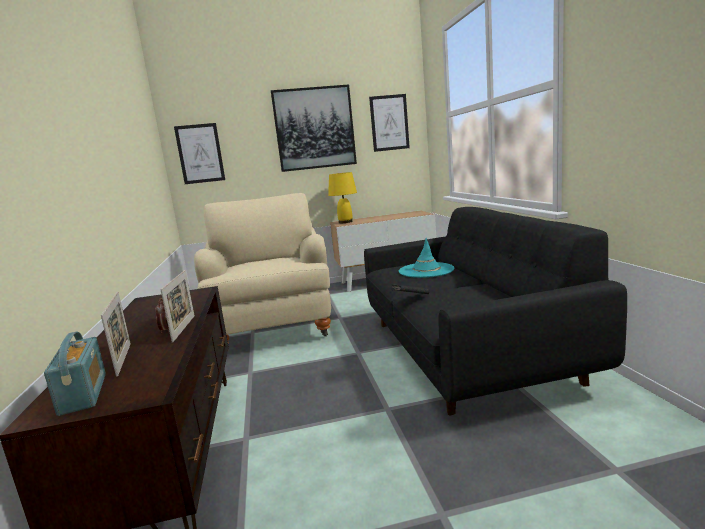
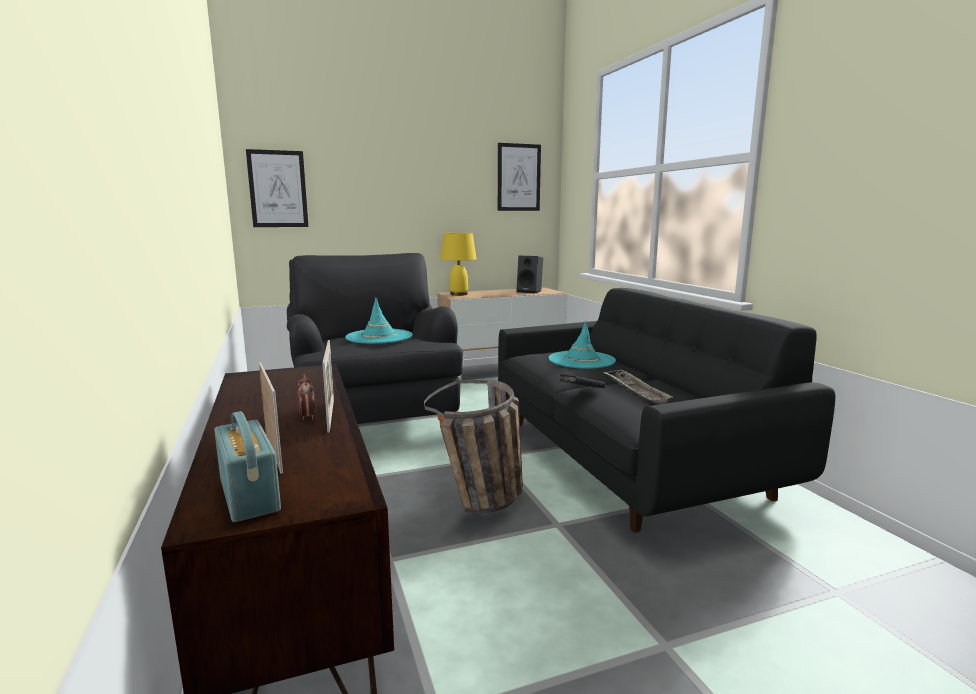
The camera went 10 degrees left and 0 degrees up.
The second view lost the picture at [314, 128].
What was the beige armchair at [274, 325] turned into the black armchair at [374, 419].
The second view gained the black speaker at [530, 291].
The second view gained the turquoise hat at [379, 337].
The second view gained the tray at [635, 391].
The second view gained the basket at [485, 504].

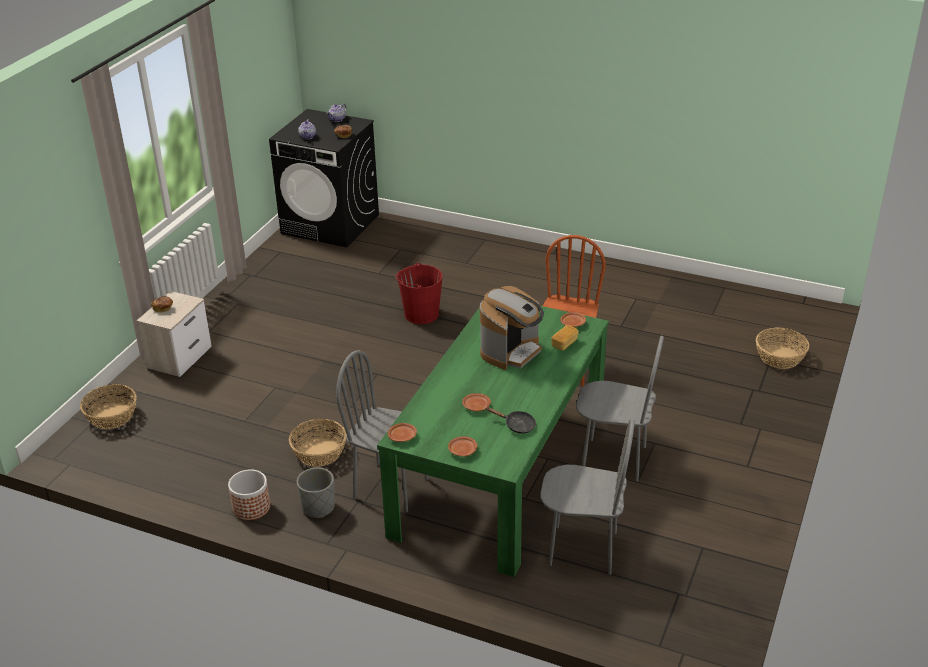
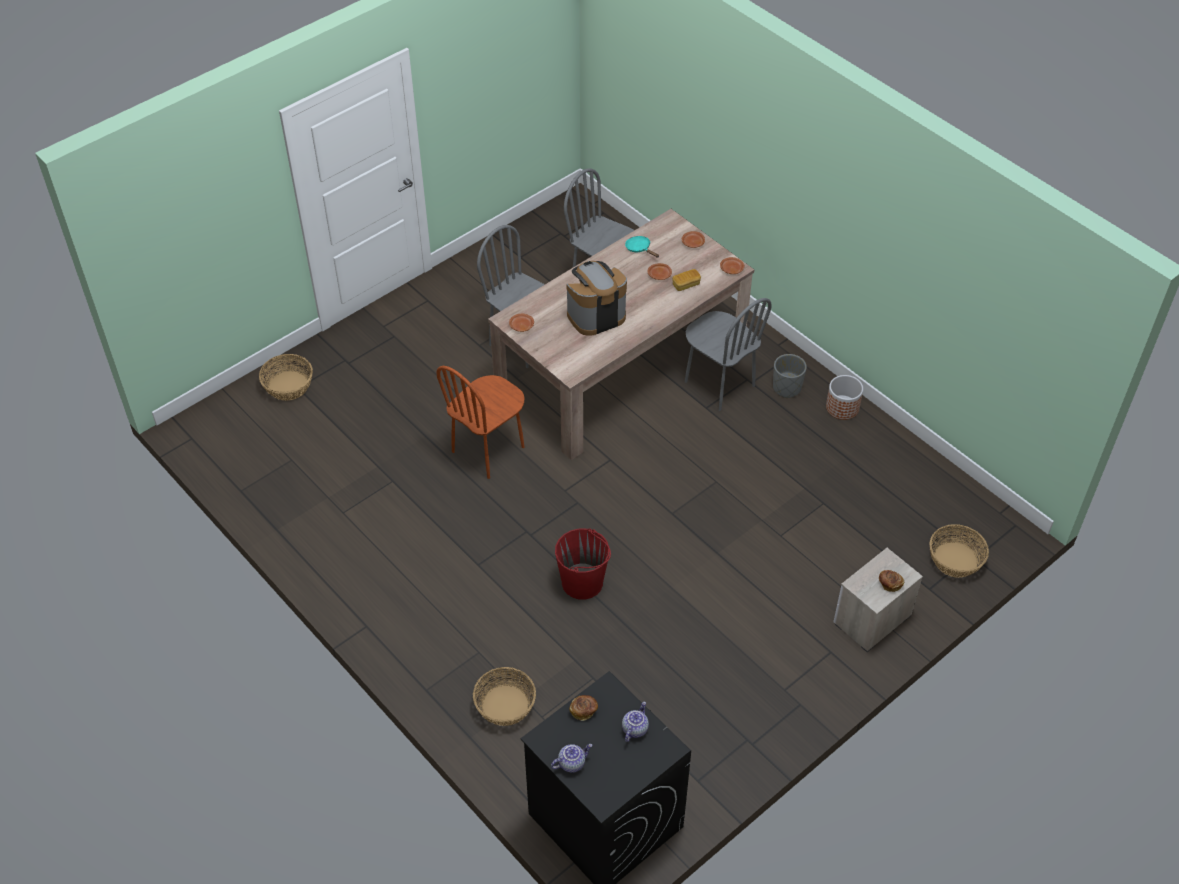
The camera went 155 degrees left and 15 degrees up.
What was the green dining table at [500, 470] turned into the beige dining table at [621, 367].
The bread ended up elsewhere, having gone from [564, 343] to [686, 284].
What was the black frying pan at [516, 425] turned into the turquoise frying pan at [639, 249].
The basket ended up elsewhere, having gone from [319, 452] to [505, 705].

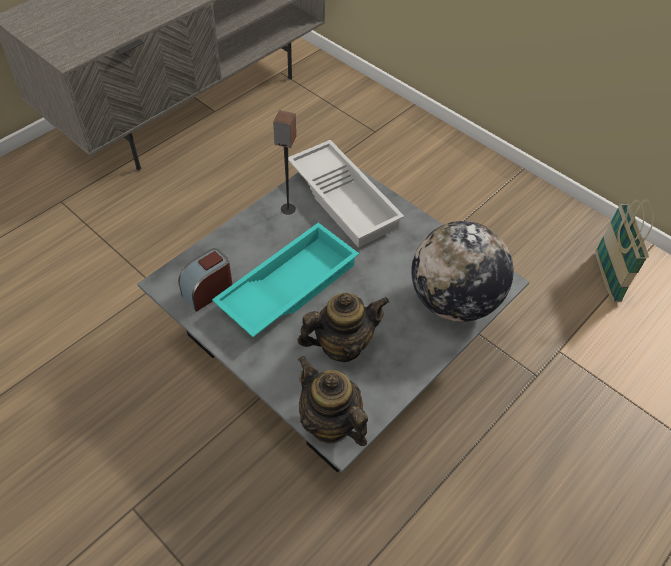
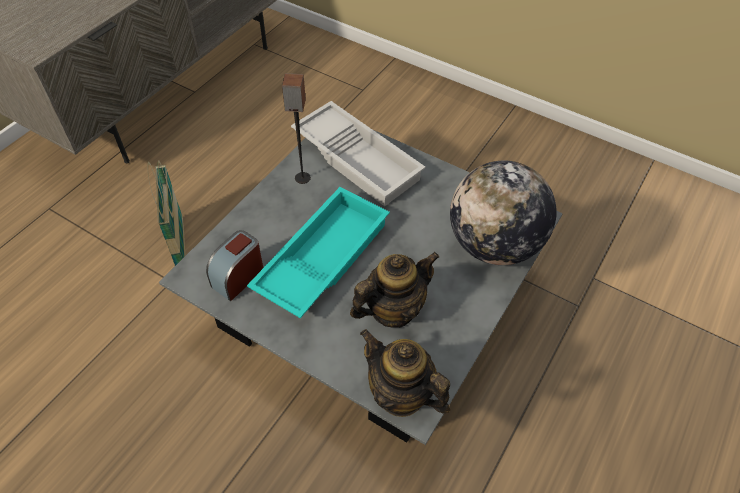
The camera went 10 degrees left and 0 degrees up.
The basket ended up elsewhere, having gone from [606, 277] to [180, 244].

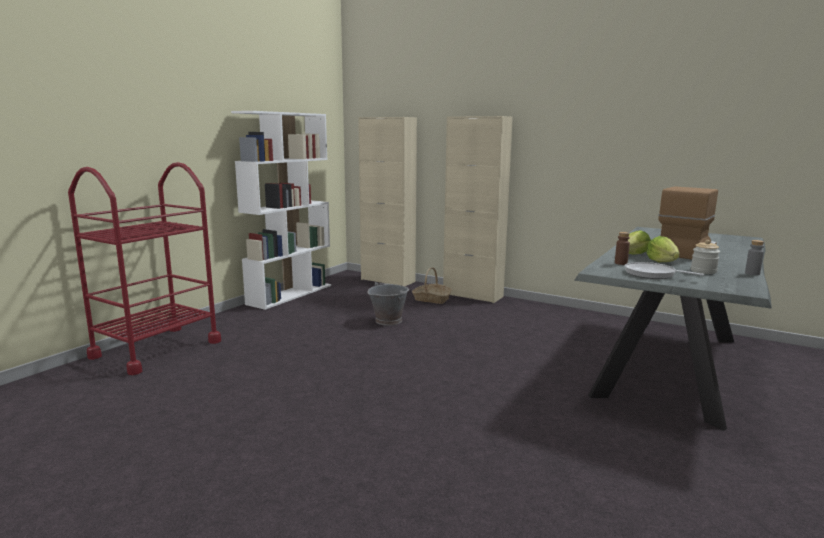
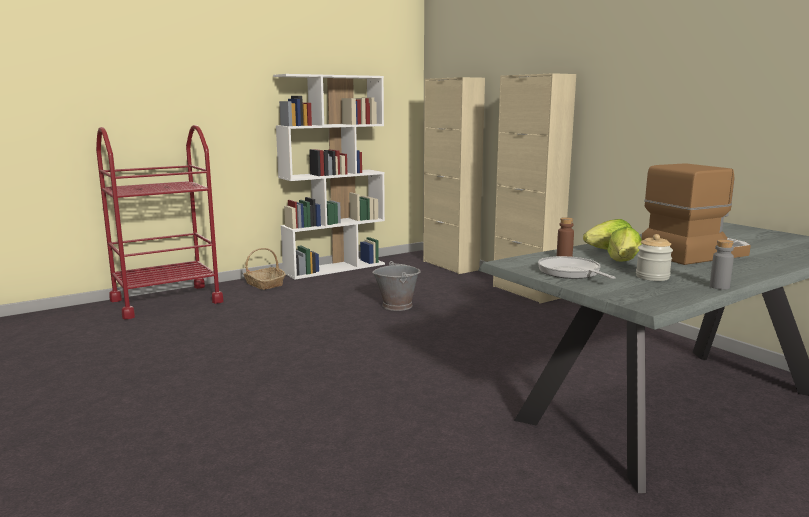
The camera went 25 degrees right and 0 degrees up.
The basket ended up elsewhere, having gone from [431, 299] to [264, 284].

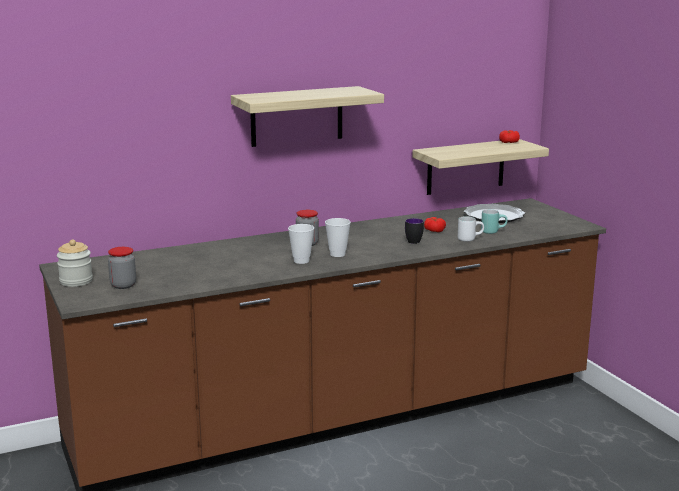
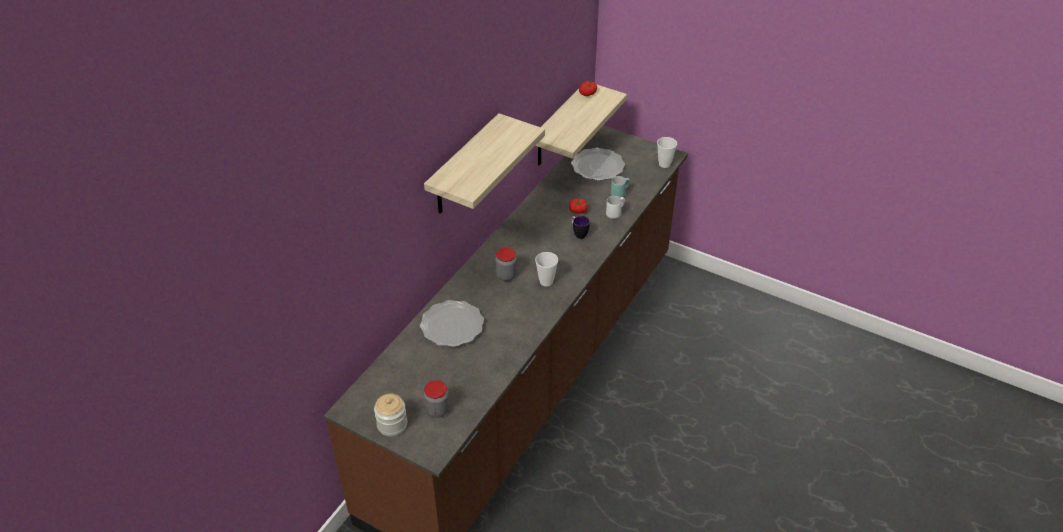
The camera went 35 degrees left and 25 degrees up.
The cup ended up elsewhere, having gone from [301, 261] to [664, 164].
The second view gained the plate at [452, 326].

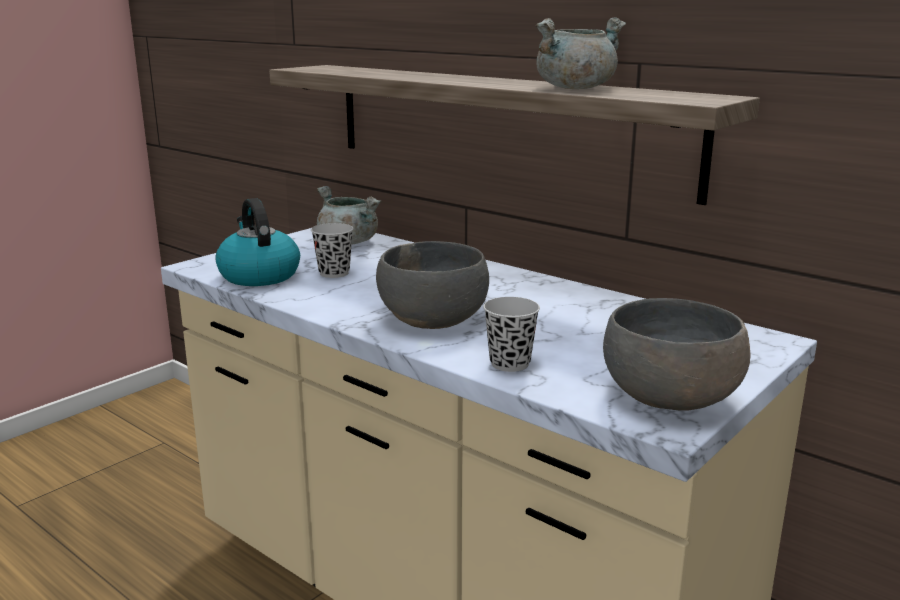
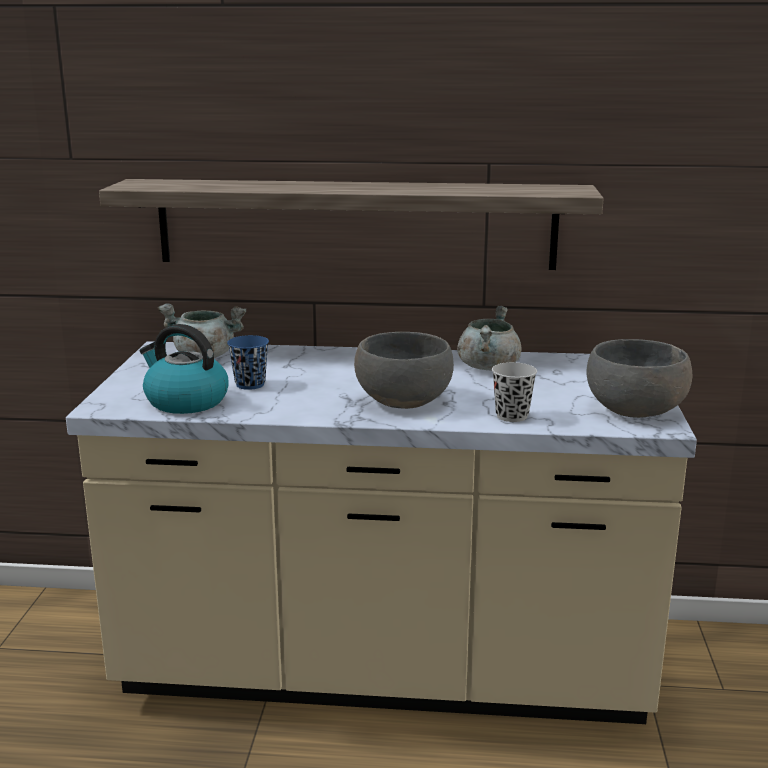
The camera went 35 degrees left and 0 degrees up.
The grey cooking pot ended up elsewhere, having gone from [575, 88] to [488, 367].
What was the black cup at [334, 273] turned into the blue cup at [250, 384].

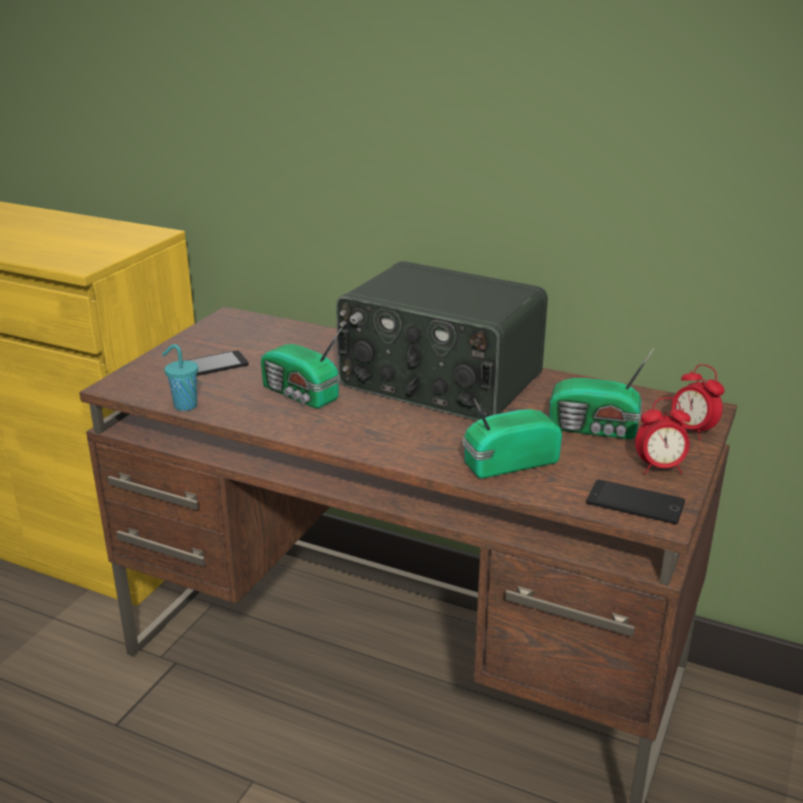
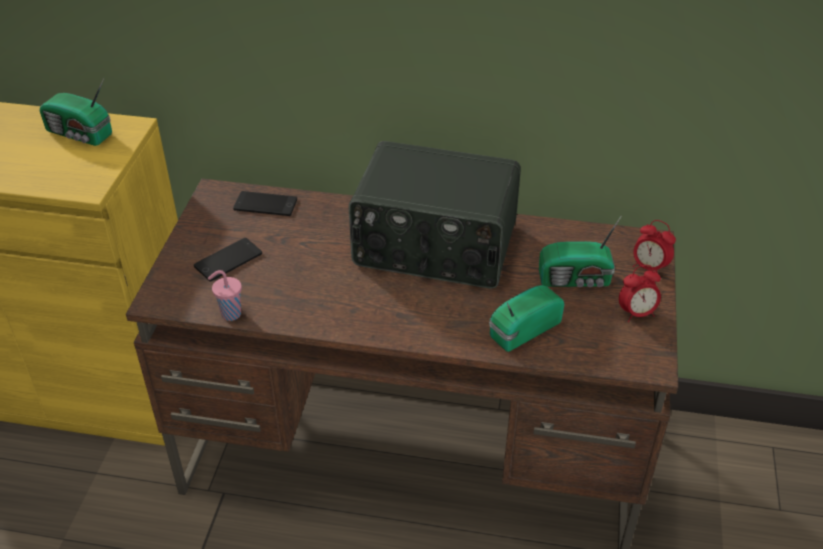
The camera went 15 degrees left and 15 degrees up.
The radio ended up elsewhere, having gone from [300, 395] to [80, 134].
What was the turquoise cup at [184, 405] turned into the pink cup at [230, 314].
The phone ended up elsewhere, having gone from [635, 503] to [265, 204].

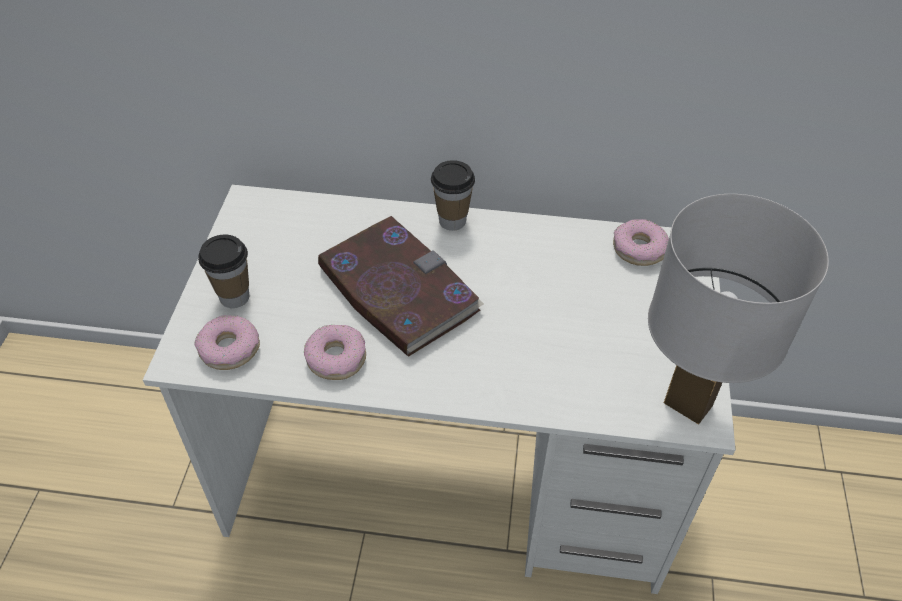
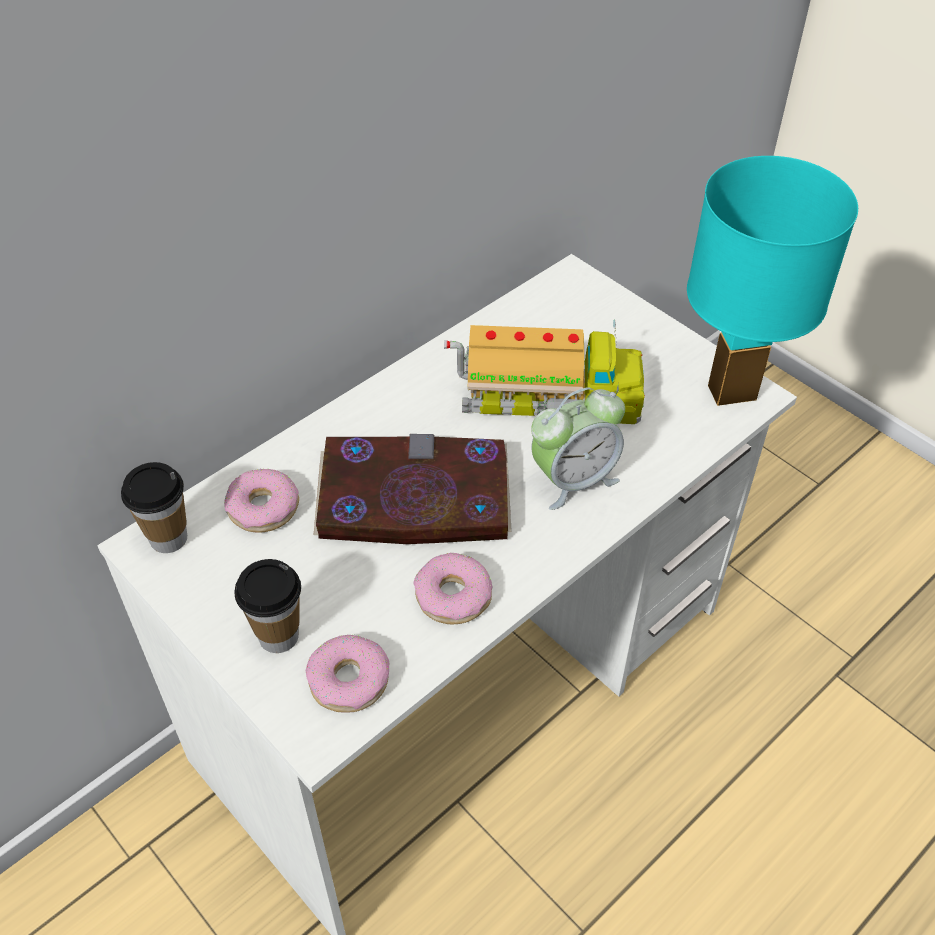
The camera went 50 degrees left and 0 degrees up.
The cup ended up elsewhere, having gone from [452, 221] to [168, 538].
What was the white table lamp at [686, 404] turned into the turquoise table lamp at [731, 393].
The donut ended up elsewhere, having gone from [639, 249] to [263, 508].
The second view gained the toy truck at [549, 395].
The second view gained the alarm clock at [573, 480].

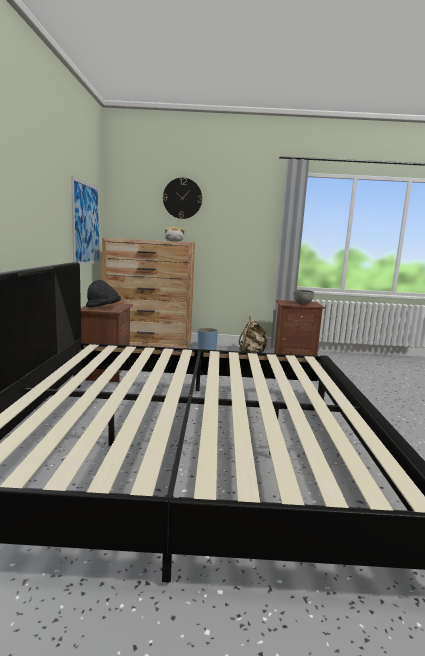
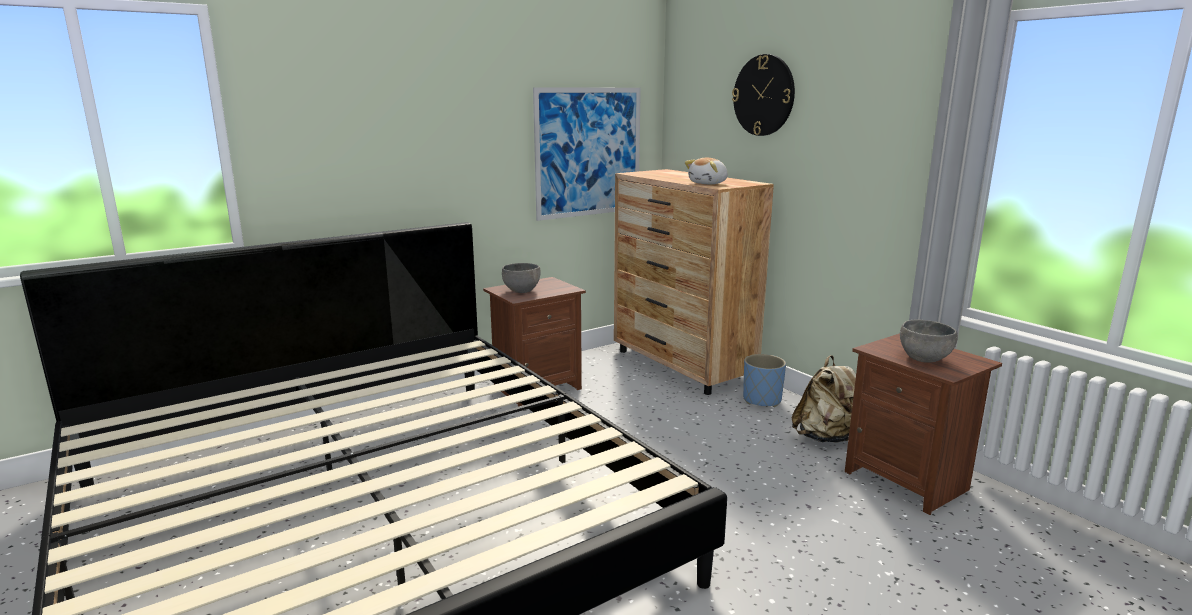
The camera went 55 degrees right and 5 degrees up.
Where the black hat stood at [103, 308], the grey bowl came to stand at [522, 291].

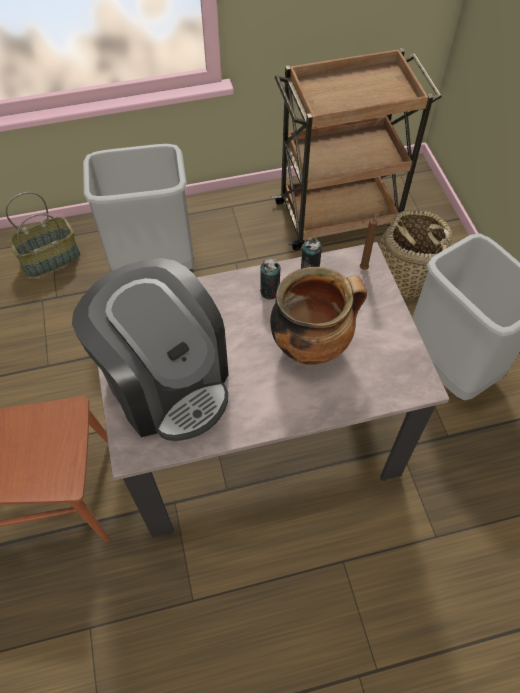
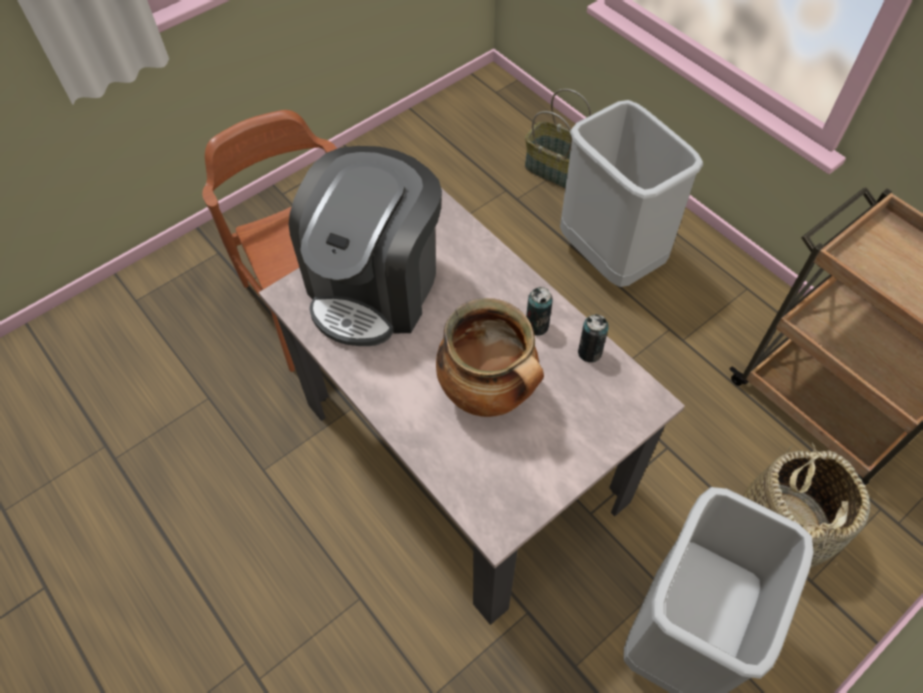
The camera went 65 degrees right and 0 degrees up.
The second view lost the brown candle at [364, 268].

